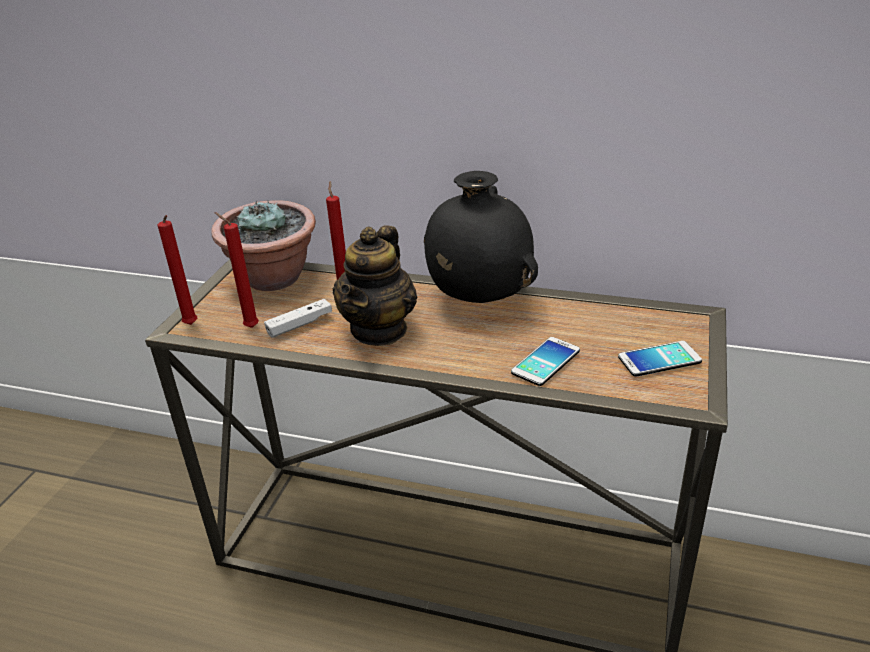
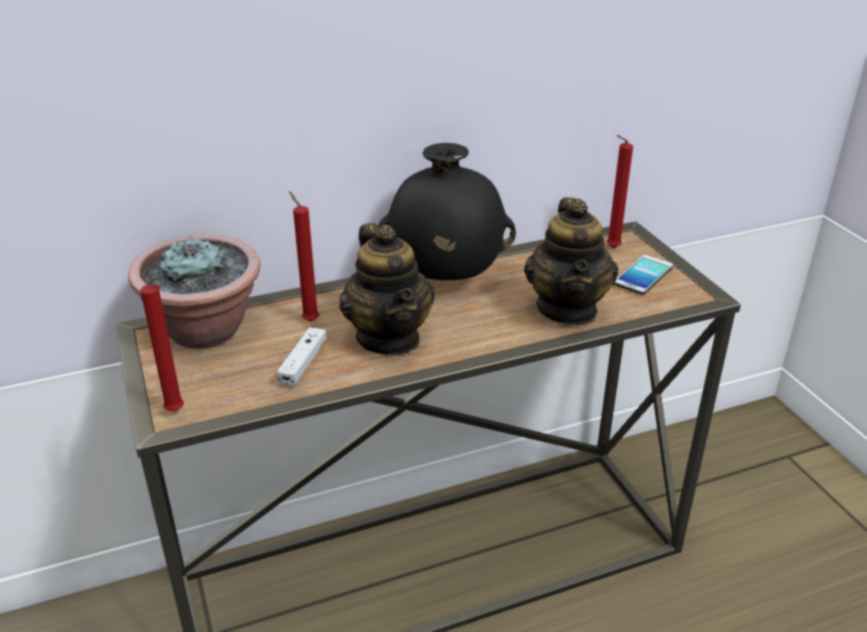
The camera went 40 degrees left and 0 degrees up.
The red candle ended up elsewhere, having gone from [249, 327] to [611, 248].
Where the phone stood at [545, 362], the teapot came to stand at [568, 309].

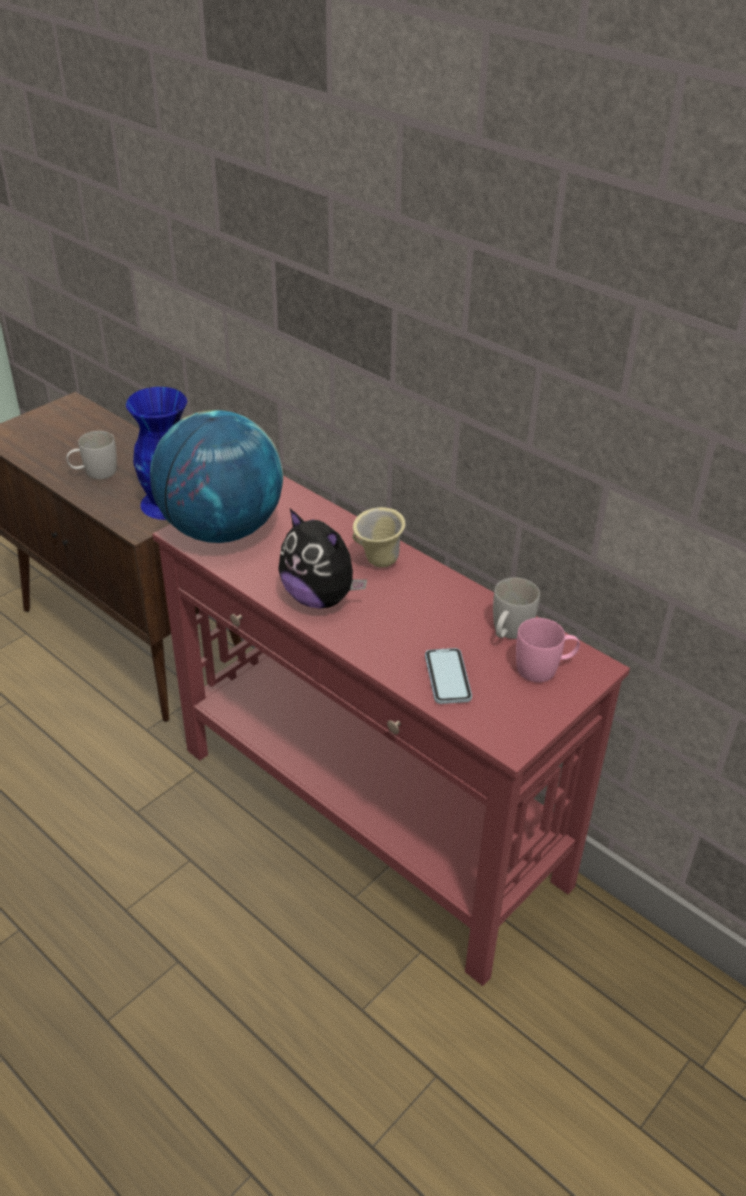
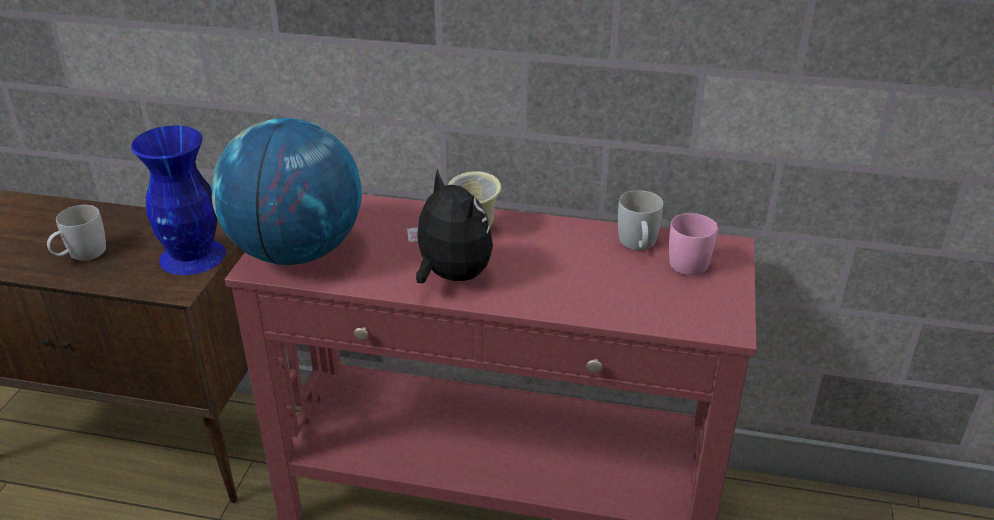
The camera went 30 degrees left and 5 degrees down.
The plush toy at [320, 598] ended up facing another way, 135 degrees counterclockwise from before.
The second view lost the phone at [447, 677].

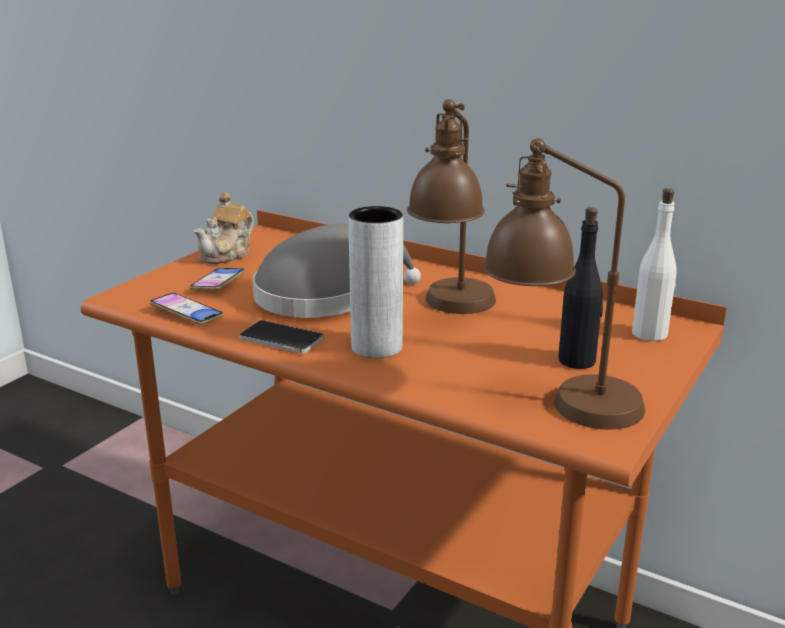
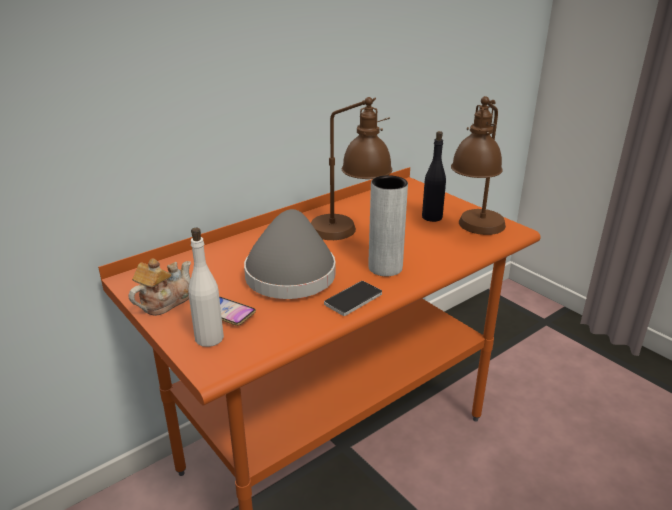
The camera went 70 degrees left and 5 degrees up.
The white bottle ended up elsewhere, having gone from [650, 334] to [209, 338].
The teapot at [228, 254] ended up facing another way, 105 degrees counterclockwise from before.
The second view lost the phone at [186, 313].

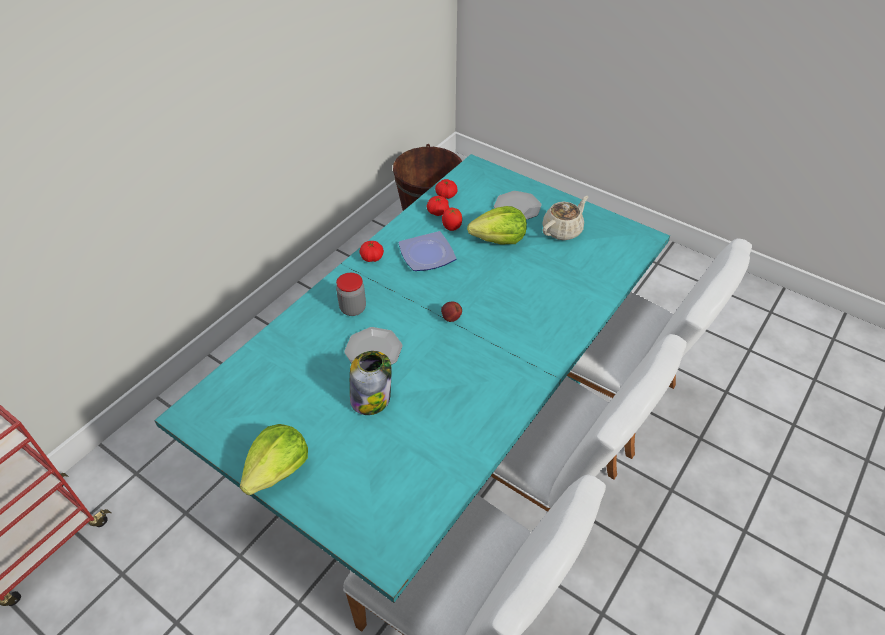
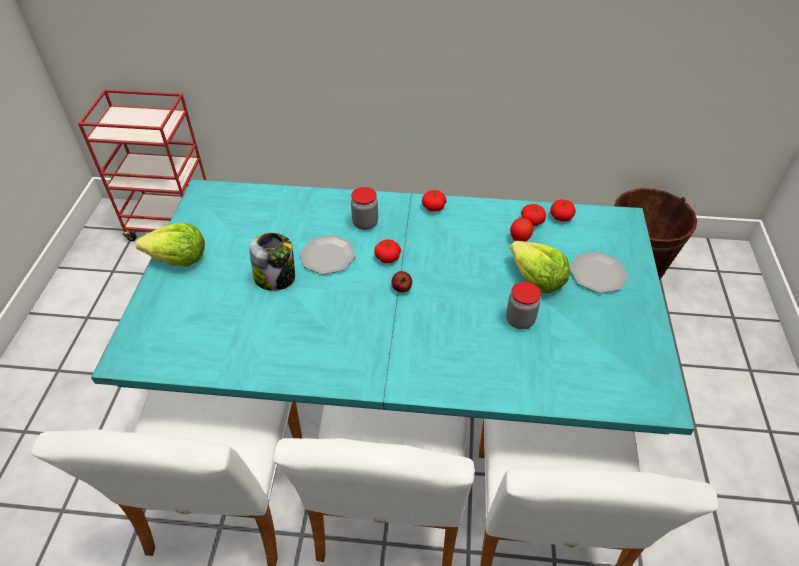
The camera went 60 degrees right and 0 degrees up.
The second view lost the beige teapot at [563, 230].
The second view lost the plate at [426, 255].
The second view gained the tomato at [387, 258].
The second view gained the jar at [520, 320].

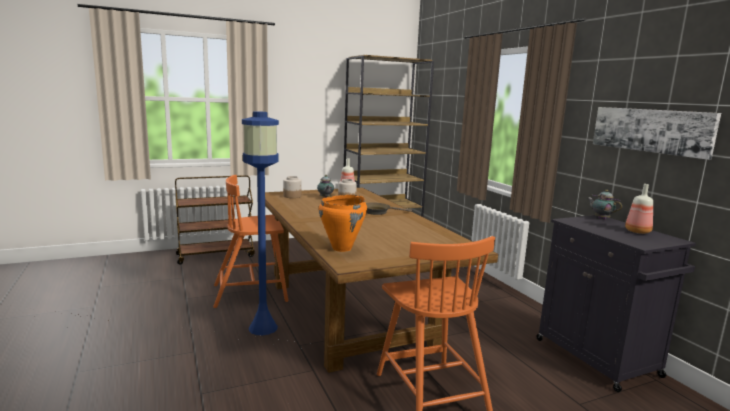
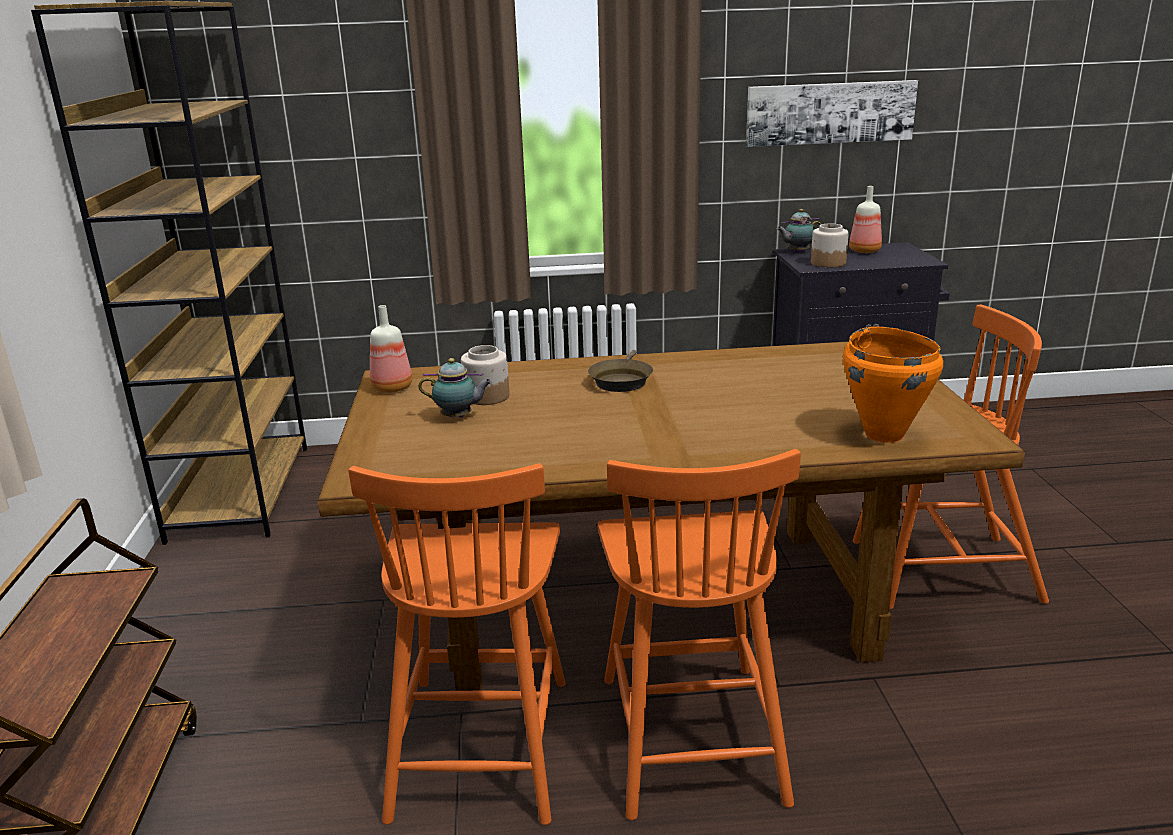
The camera went 70 degrees left and 10 degrees up.
Where the blue floor lamp stood at [262, 328], the orange chair came to stand at [690, 734].
The jar ended up elsewhere, having gone from [292, 196] to [828, 263].

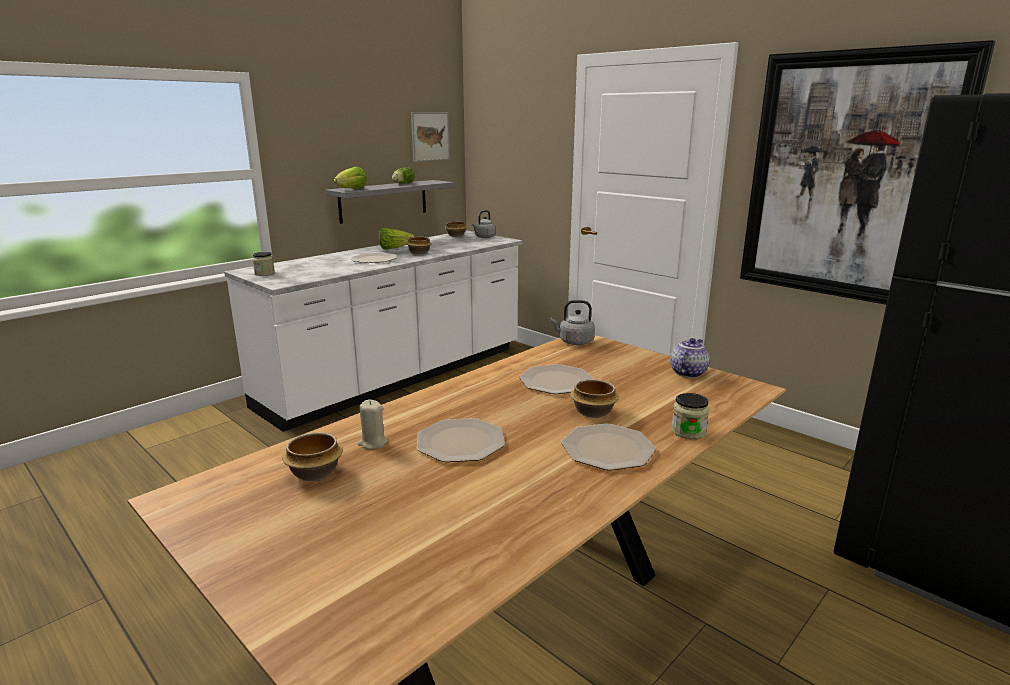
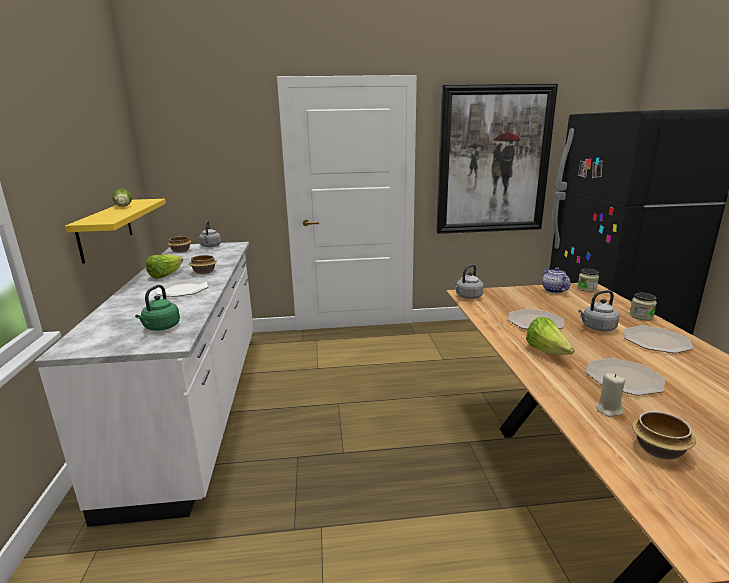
The camera went 50 degrees left and 0 degrees up.
The second view lost the picture at [430, 136].
The lettuce ended up elsewhere, having gone from [351, 189] to [547, 352].
What was the grey shelf at [383, 201] turned into the yellow shelf at [105, 229].
The jar ended up elsewhere, having gone from [264, 273] to [586, 289].
Where the bowl stood at [592, 412], the grey kettle came to stand at [597, 328].
The second view gained the green kettle at [161, 327].

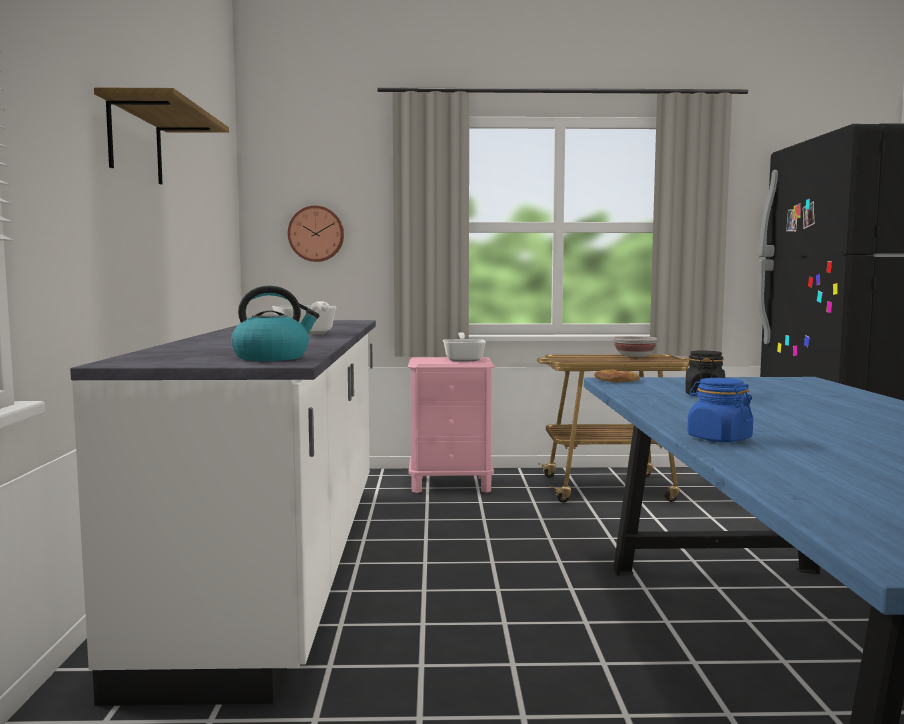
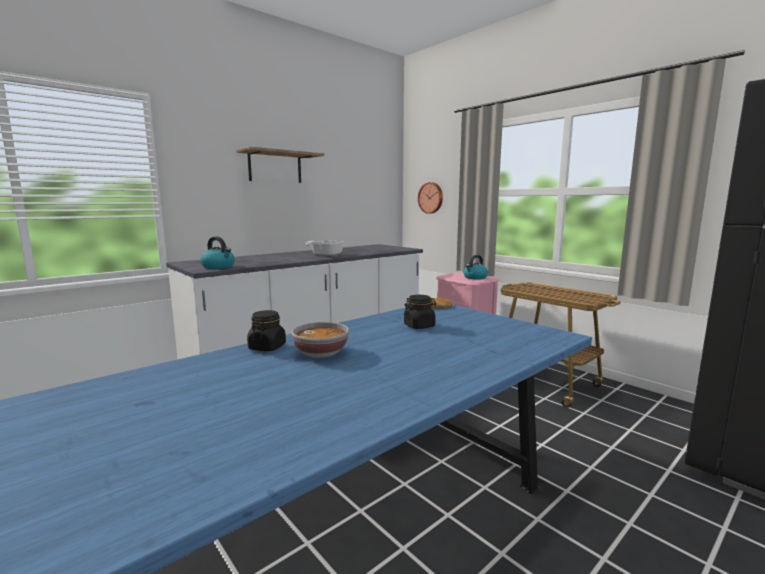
The camera went 50 degrees right and 5 degrees up.
Where the frying pan stood at [464, 359], the kettle came to stand at [475, 277].
The bowl ended up elsewhere, having gone from [634, 356] to [321, 353].
What was the blue jar at [718, 438] turned into the black jar at [267, 347].

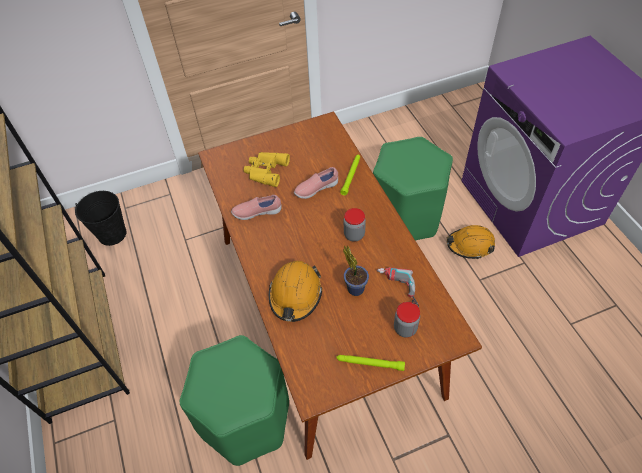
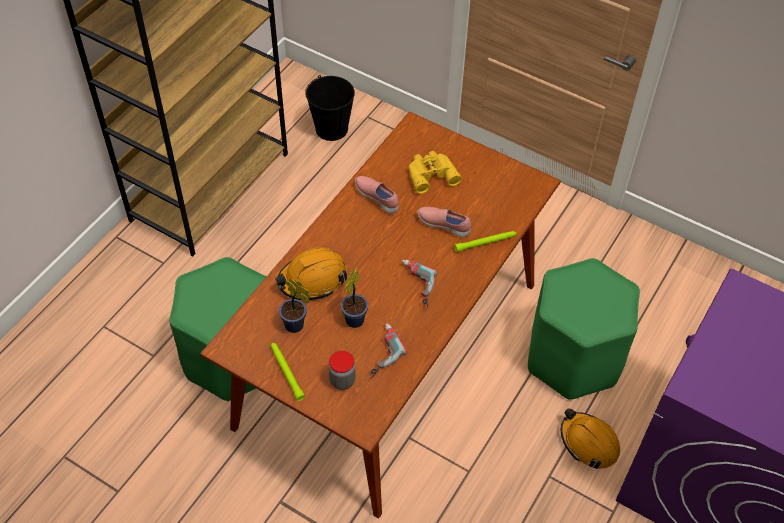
The camera went 50 degrees right and 0 degrees up.
Where the jar stood at [354, 234], the power drill came to stand at [414, 285].
The second view gained the potted plant at [296, 326].

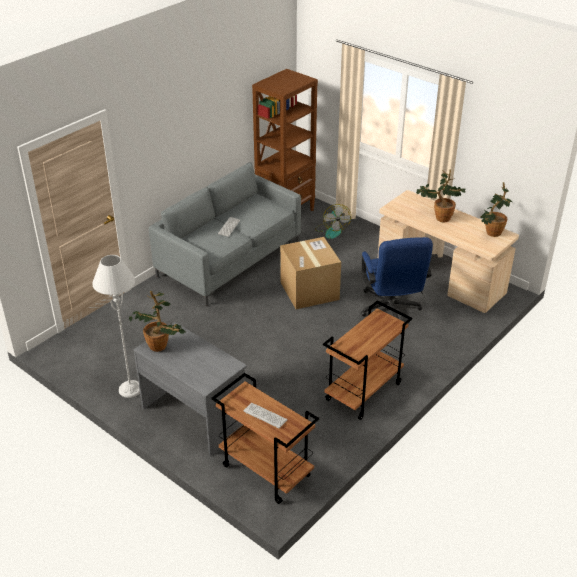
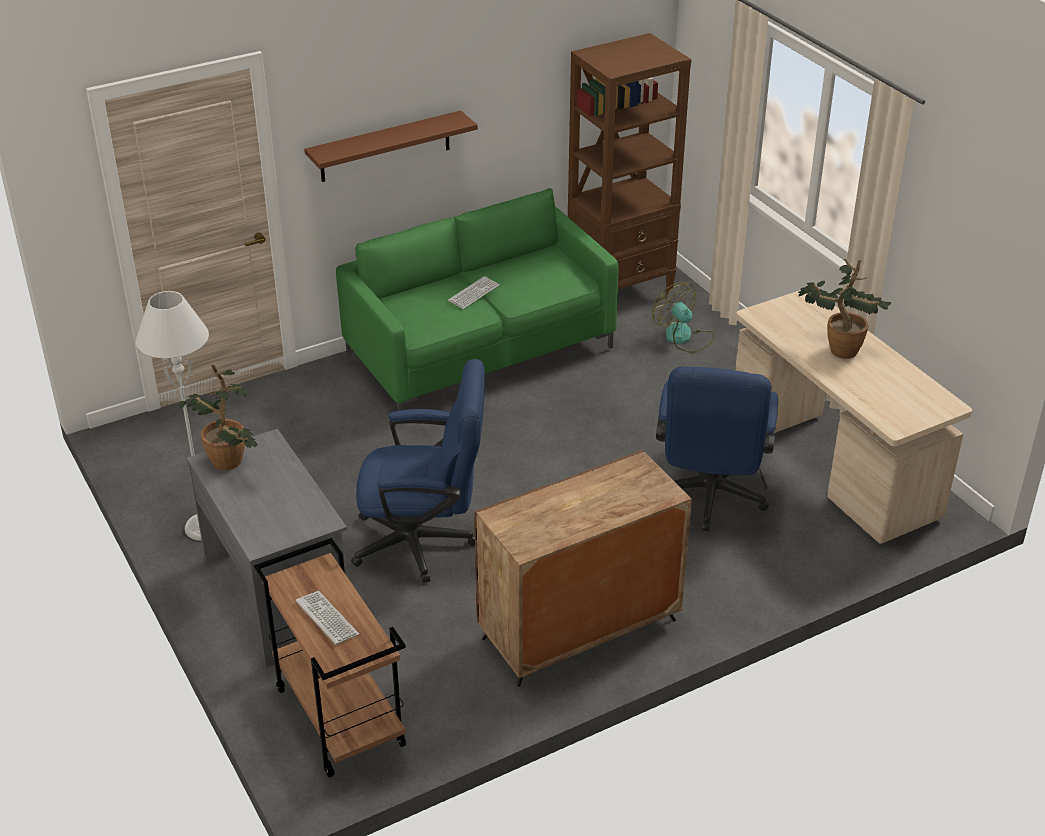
The camera went 20 degrees right and 0 degrees up.
What was the grey sofa at [229, 260] turned into the green sofa at [479, 353].
The second view lost the potted plant at [491, 234].
The fan at [332, 230] ended up facing another way, 135 degrees clockwise from before.
The second view lost the cardboard box at [309, 291].
Where the brown cart stood at [363, 392], the brown cabinet came to stand at [578, 630].
The second view gained the brown shelf at [385, 147].
The second view gained the blue office chair at [425, 542].

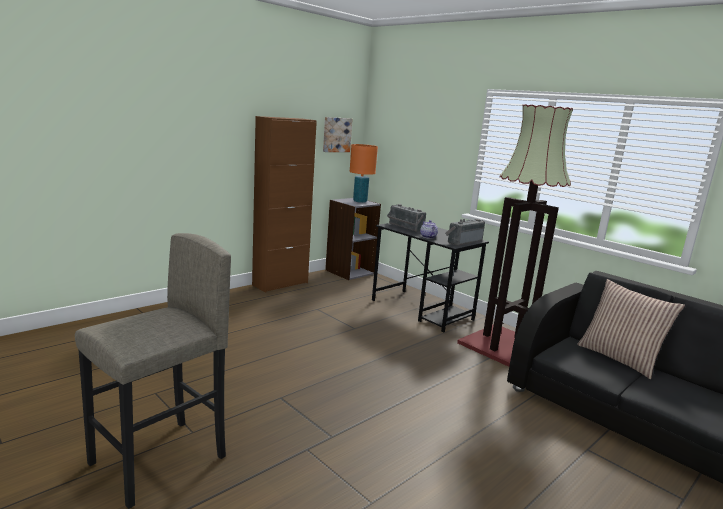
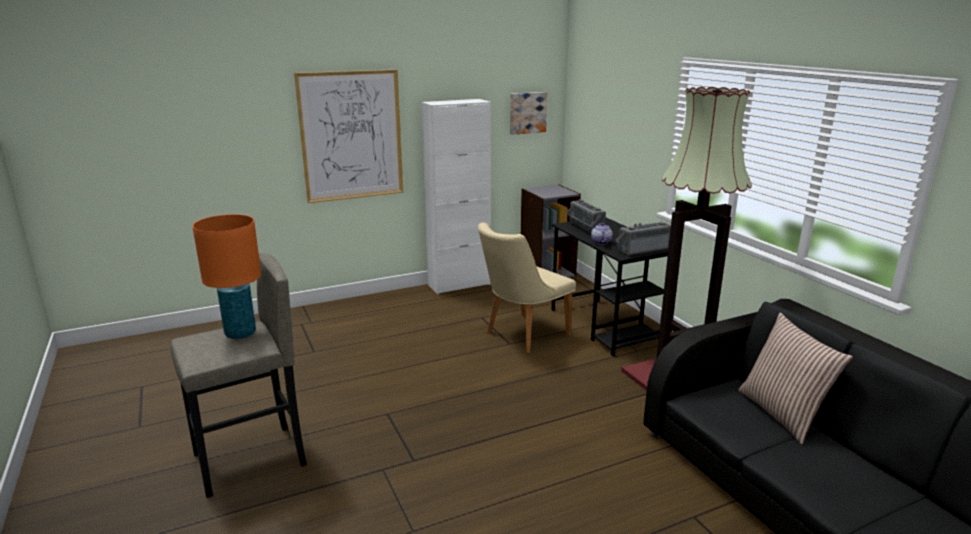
The camera went 20 degrees right and 5 degrees up.
What was the brown cabinet at [280, 284] turned into the white cabinet at [459, 284].
The orange table lamp ended up elsewhere, having gone from [360, 201] to [240, 333].
The second view gained the picture at [351, 136].
The second view gained the beige chair at [521, 335].

